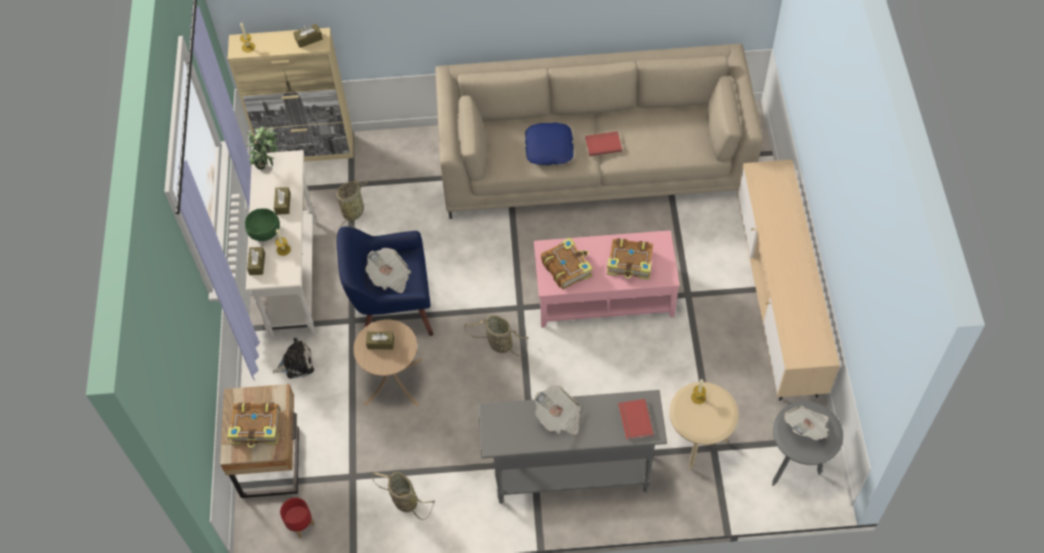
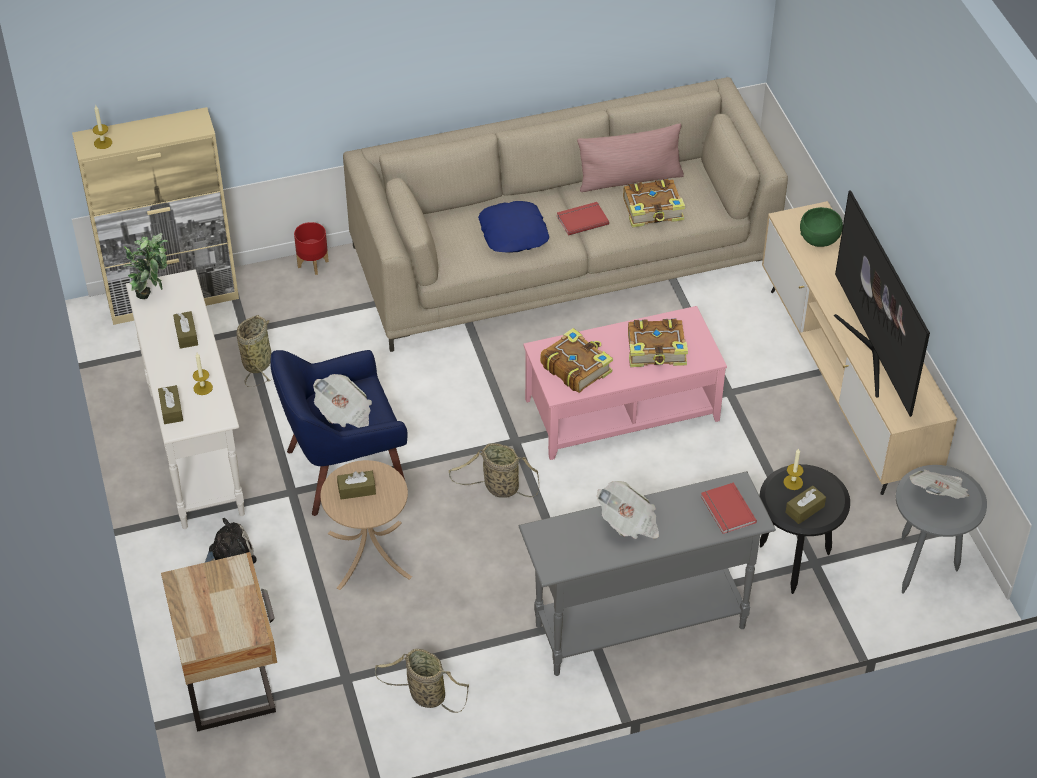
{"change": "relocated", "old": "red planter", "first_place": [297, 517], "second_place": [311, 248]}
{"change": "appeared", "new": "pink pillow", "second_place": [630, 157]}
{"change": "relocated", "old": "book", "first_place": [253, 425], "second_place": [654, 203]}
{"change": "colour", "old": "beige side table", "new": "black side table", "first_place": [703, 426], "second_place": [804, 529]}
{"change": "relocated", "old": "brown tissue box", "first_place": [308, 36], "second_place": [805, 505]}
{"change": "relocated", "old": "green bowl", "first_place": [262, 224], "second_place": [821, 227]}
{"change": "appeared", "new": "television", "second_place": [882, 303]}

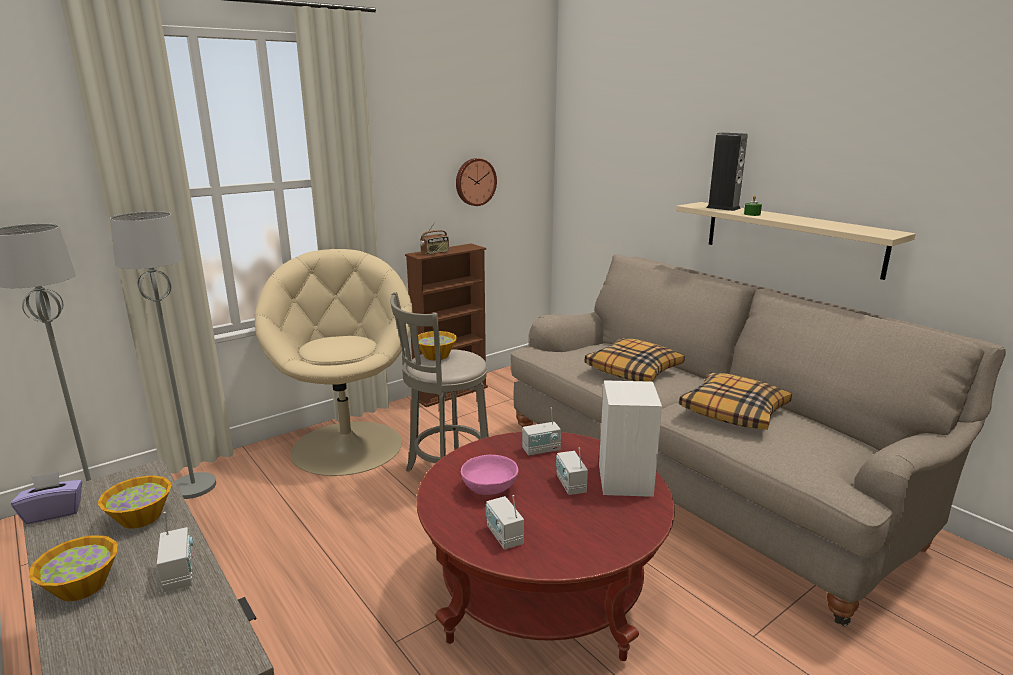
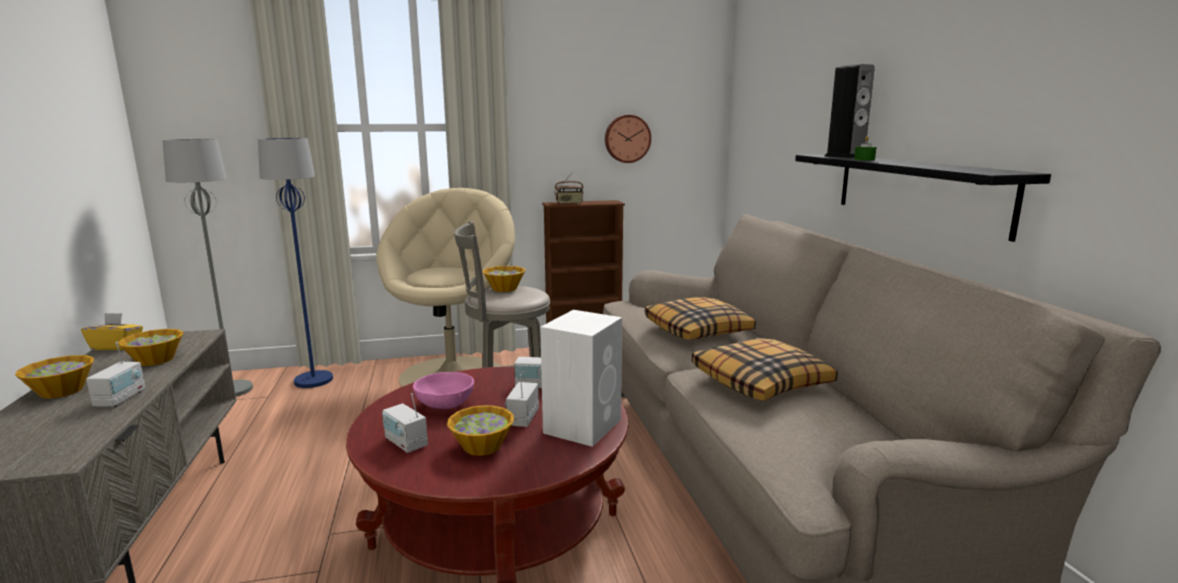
{"change": "colour", "old": "purple tissue box", "new": "yellow tissue box", "first_place": [47, 497], "second_place": [112, 331]}
{"change": "colour", "old": "grey floor lamp", "new": "blue floor lamp", "first_place": [163, 355], "second_place": [295, 263]}
{"change": "spun", "old": "radio", "first_place": [505, 522], "second_place": [405, 423], "degrees": -45}
{"change": "appeared", "new": "bowl", "second_place": [480, 430]}
{"change": "colour", "old": "beige shelf", "new": "black shelf", "first_place": [796, 241], "second_place": [923, 198]}

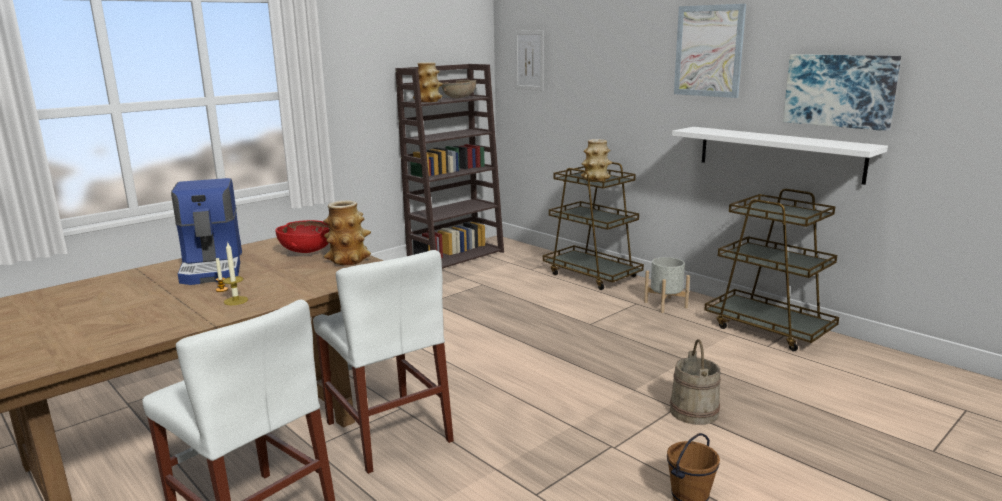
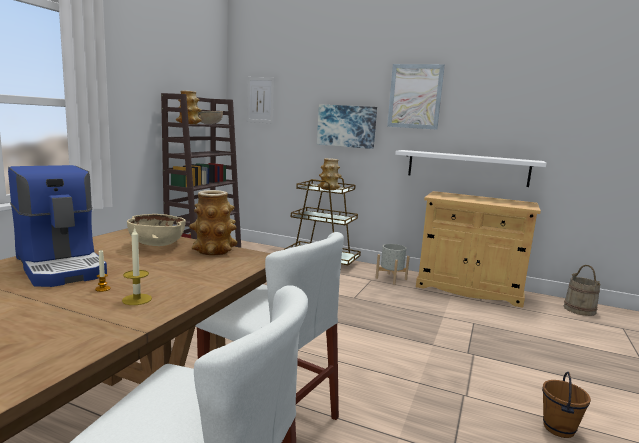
{"change": "colour", "old": "red bowl", "new": "beige bowl", "first_place": [302, 236], "second_place": [156, 230]}
{"change": "relocated", "old": "picture", "first_place": [842, 92], "second_place": [347, 126]}
{"change": "exchanged", "old": "brown cart", "new": "beige cabinet", "first_place": [771, 270], "second_place": [478, 249]}
{"change": "relocated", "old": "beige bucket", "first_place": [695, 382], "second_place": [582, 290]}

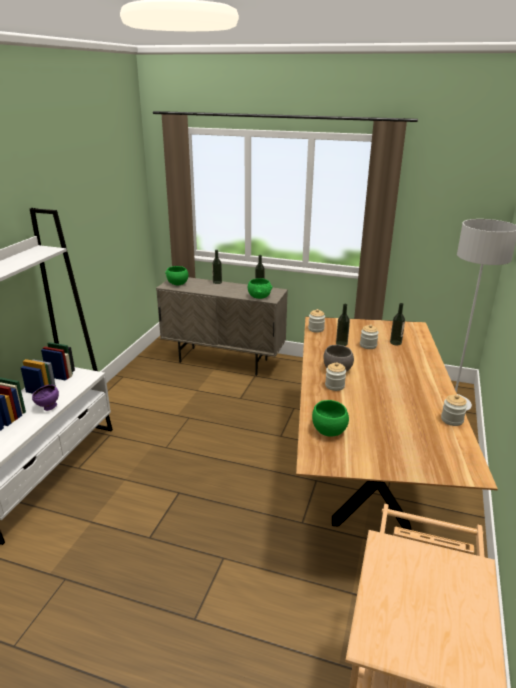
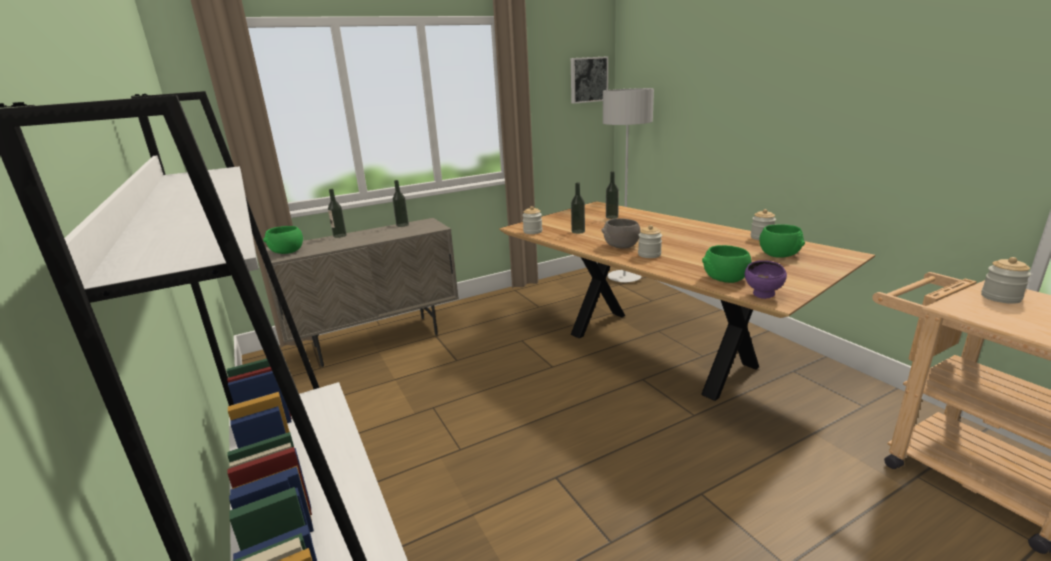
{"change": "appeared", "new": "picture", "second_place": [589, 80]}
{"change": "relocated", "old": "purple bowl", "first_place": [45, 398], "second_place": [766, 279]}
{"change": "relocated", "old": "green bowl", "first_place": [260, 288], "second_place": [782, 241]}
{"change": "relocated", "old": "jar", "first_place": [369, 336], "second_place": [1006, 280]}

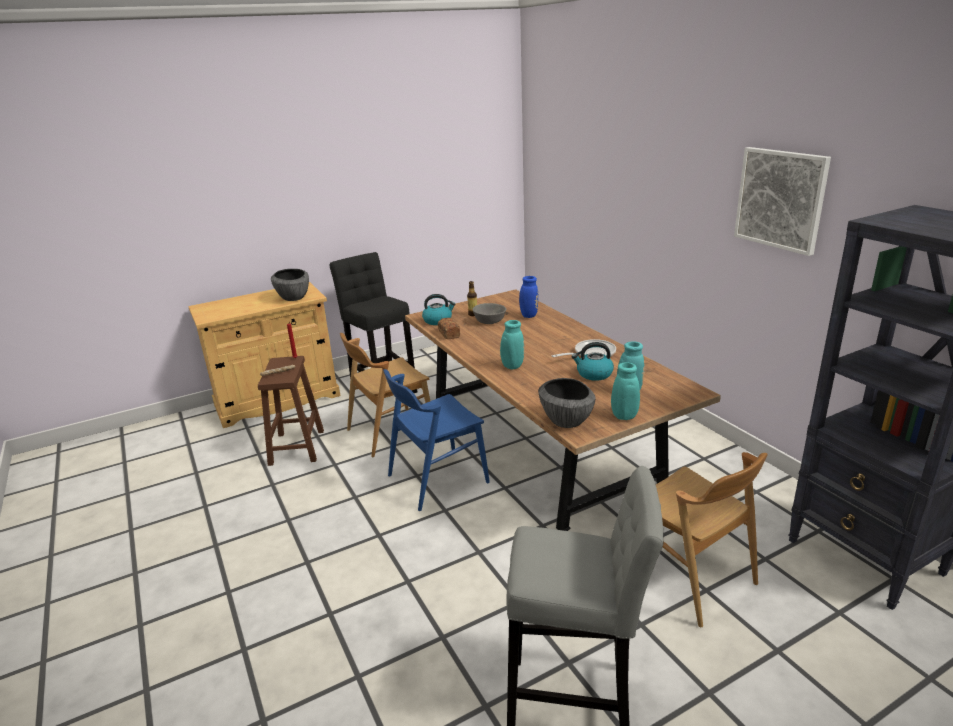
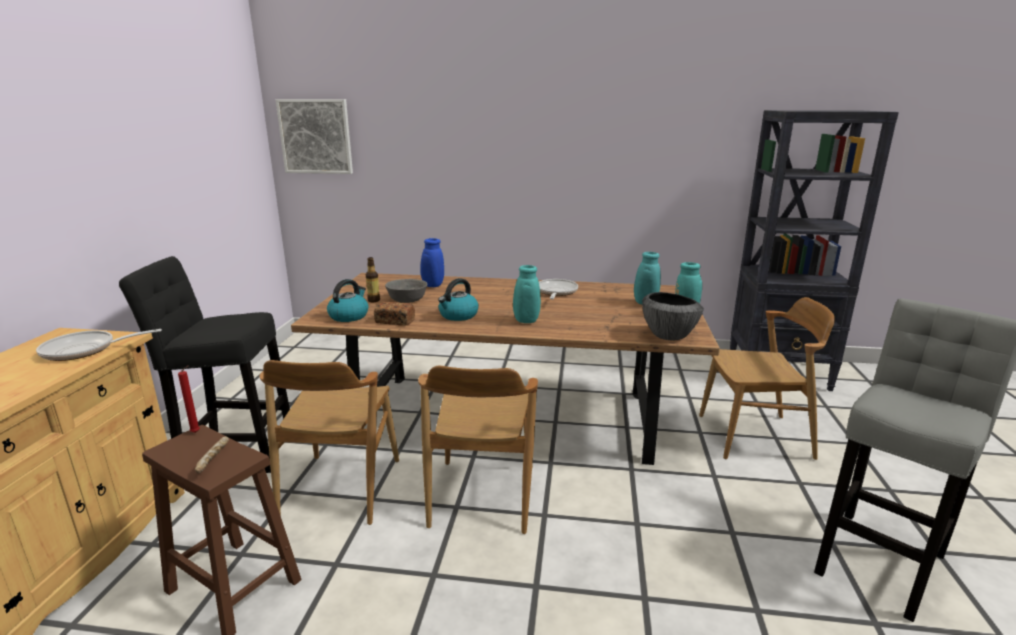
{"change": "exchanged", "old": "bowl", "new": "frying pan", "first_place": [290, 285], "second_place": [99, 345]}
{"change": "relocated", "old": "picture", "first_place": [782, 201], "second_place": [314, 136]}
{"change": "colour", "old": "blue chair", "new": "brown chair", "first_place": [436, 440], "second_place": [478, 450]}
{"change": "relocated", "old": "kettle", "first_place": [593, 361], "second_place": [458, 299]}

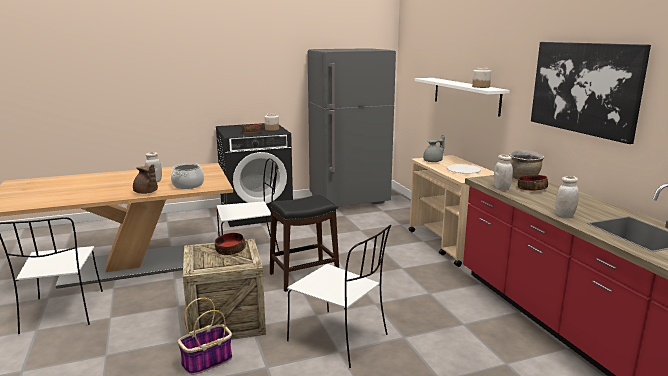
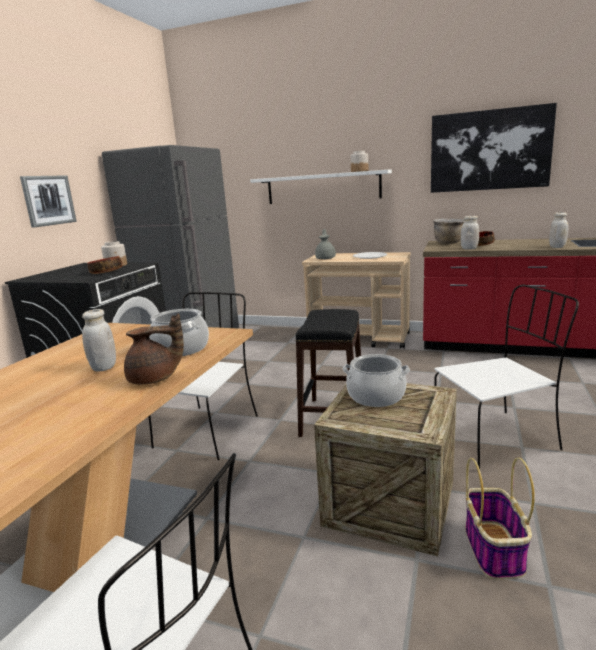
{"change": "appeared", "new": "picture", "second_place": [48, 201]}
{"change": "exchanged", "old": "bowl", "new": "cooking pot", "first_place": [230, 244], "second_place": [376, 380]}

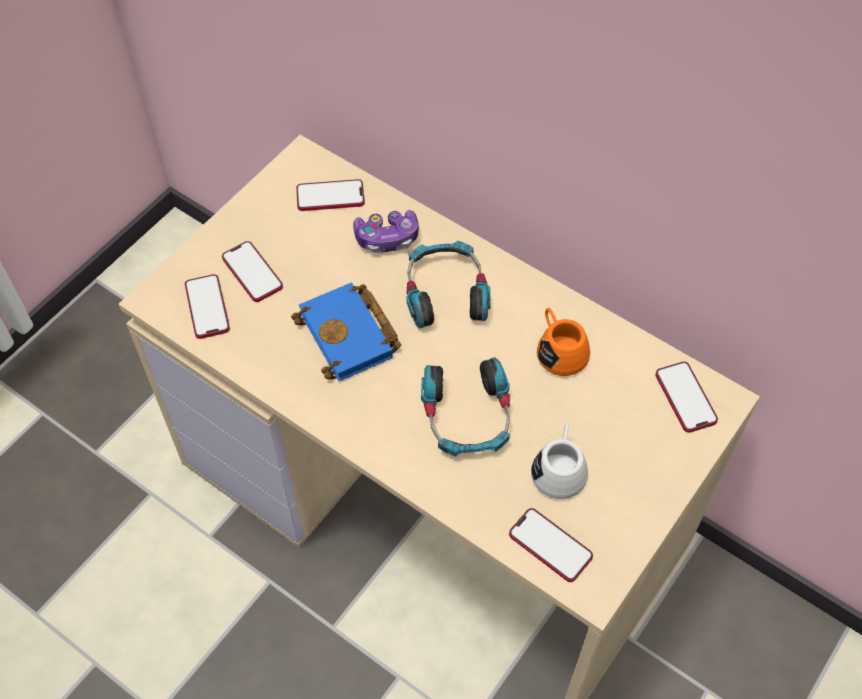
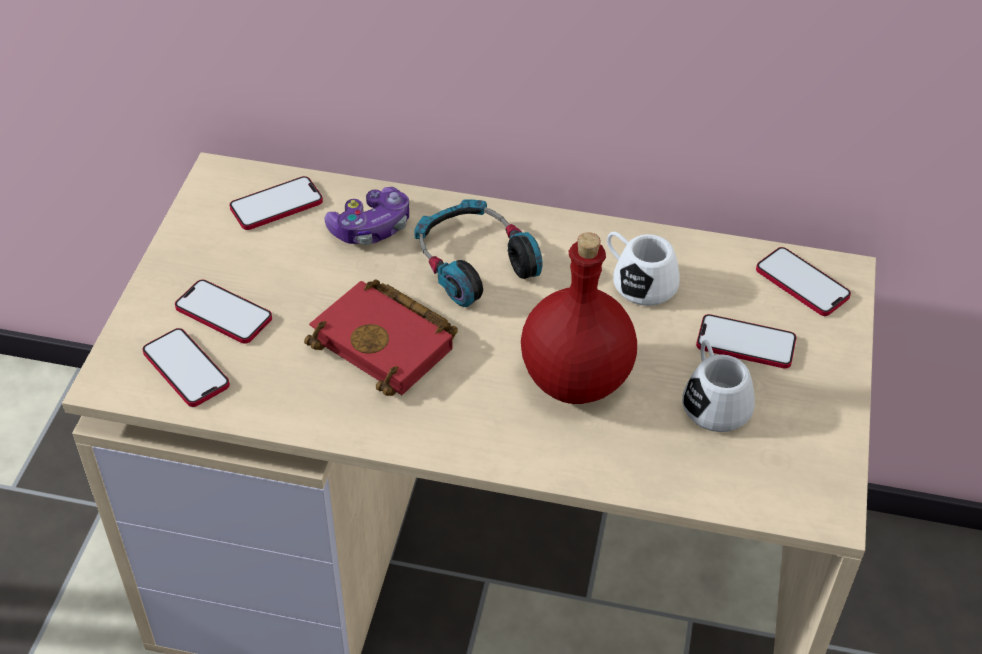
{"change": "colour", "old": "blue book", "new": "red book", "first_place": [346, 332], "second_place": [381, 337]}
{"change": "exchanged", "old": "headphones", "new": "red bottle", "first_place": [465, 407], "second_place": [579, 318]}
{"change": "colour", "old": "orange mug", "new": "white mug", "first_place": [563, 342], "second_place": [643, 269]}
{"change": "relocated", "old": "phone", "first_place": [551, 545], "second_place": [746, 341]}

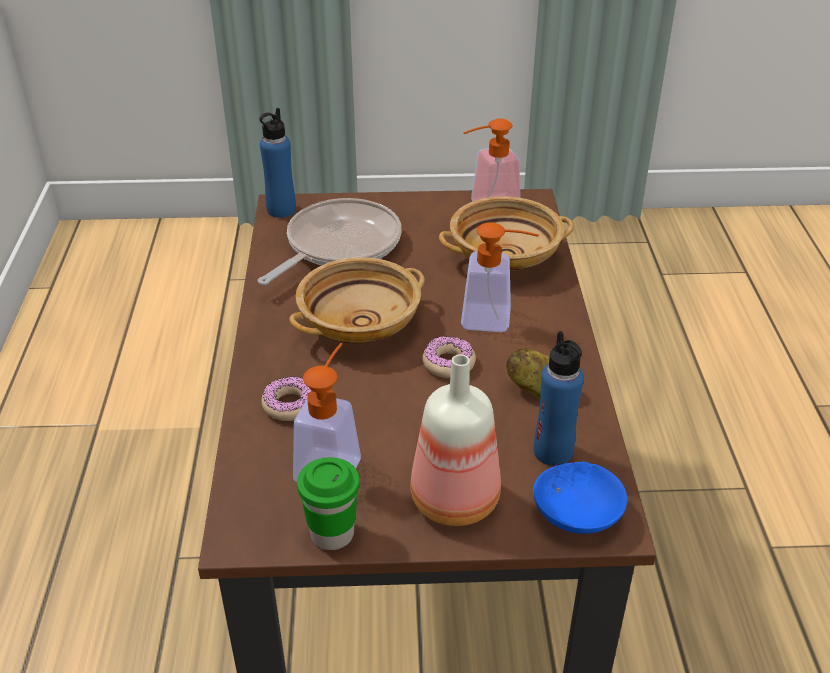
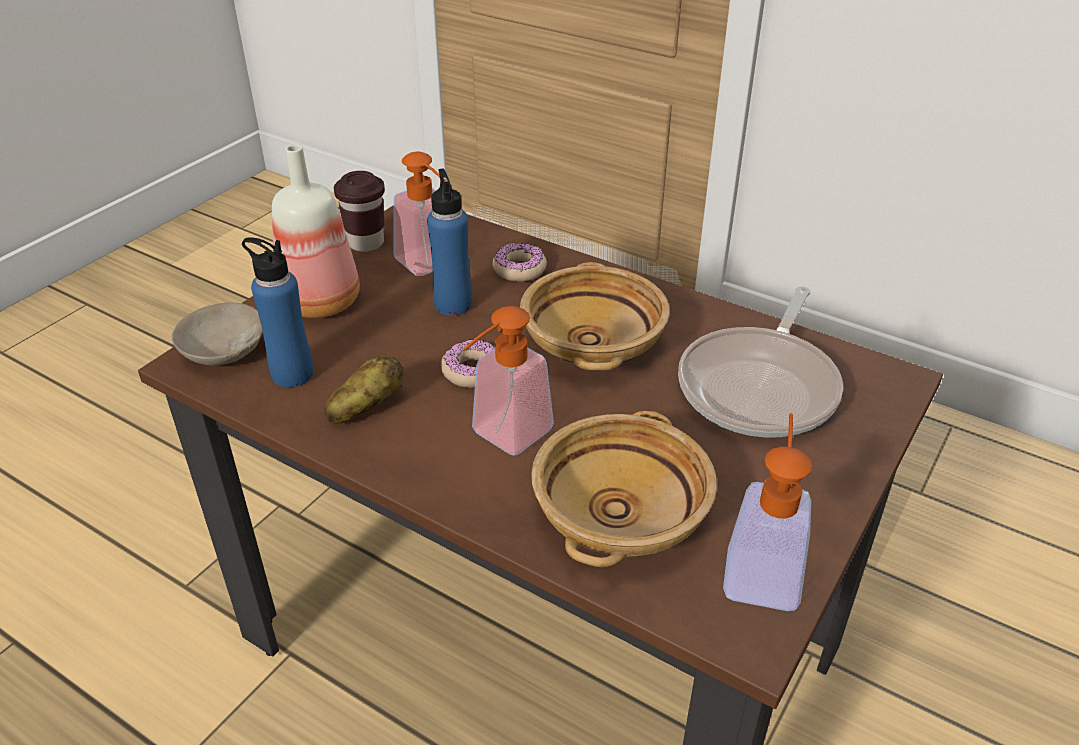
{"change": "colour", "old": "blue bowl", "new": "beige bowl", "first_place": [580, 497], "second_place": [217, 334]}
{"change": "colour", "old": "green cup", "new": "brown cup", "first_place": [328, 503], "second_place": [359, 211]}
{"change": "relocated", "old": "blue bottle", "first_place": [278, 163], "second_place": [449, 242]}
{"change": "spun", "old": "frying pan", "first_place": [330, 241], "second_place": [760, 362], "degrees": 45}

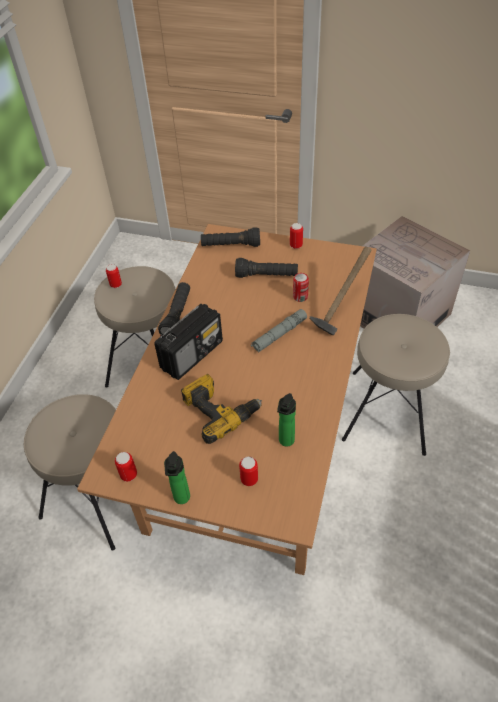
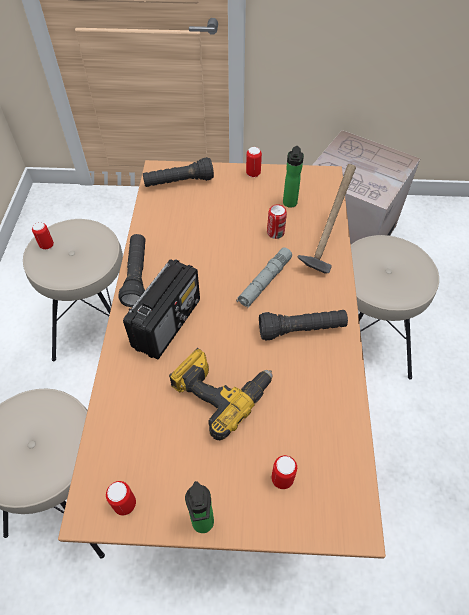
{"change": "relocated", "old": "black flashlight", "first_place": [266, 268], "second_place": [303, 325]}
{"change": "relocated", "old": "bottle", "first_place": [286, 420], "second_place": [293, 177]}

